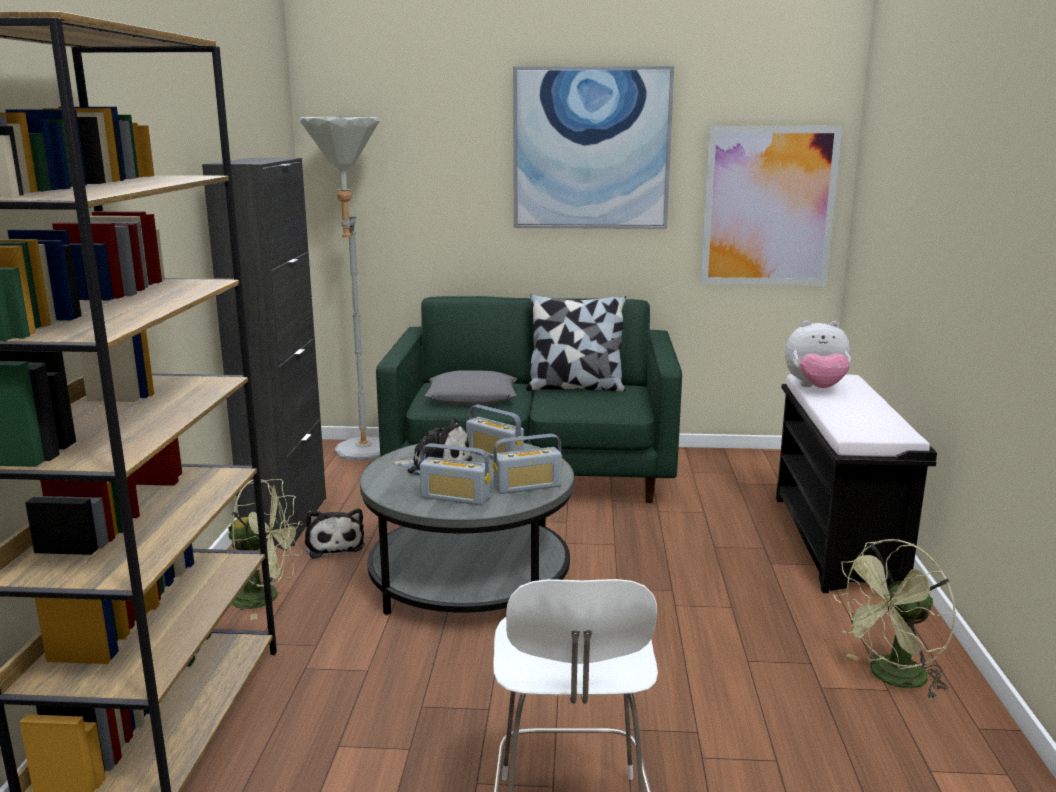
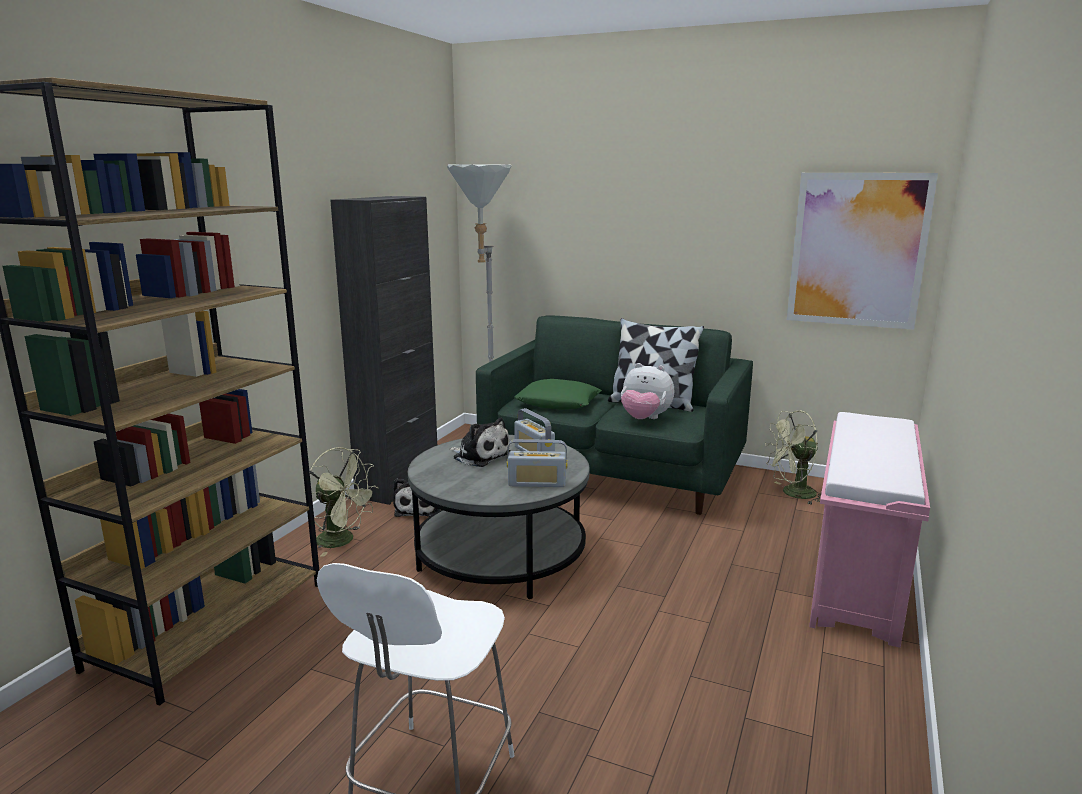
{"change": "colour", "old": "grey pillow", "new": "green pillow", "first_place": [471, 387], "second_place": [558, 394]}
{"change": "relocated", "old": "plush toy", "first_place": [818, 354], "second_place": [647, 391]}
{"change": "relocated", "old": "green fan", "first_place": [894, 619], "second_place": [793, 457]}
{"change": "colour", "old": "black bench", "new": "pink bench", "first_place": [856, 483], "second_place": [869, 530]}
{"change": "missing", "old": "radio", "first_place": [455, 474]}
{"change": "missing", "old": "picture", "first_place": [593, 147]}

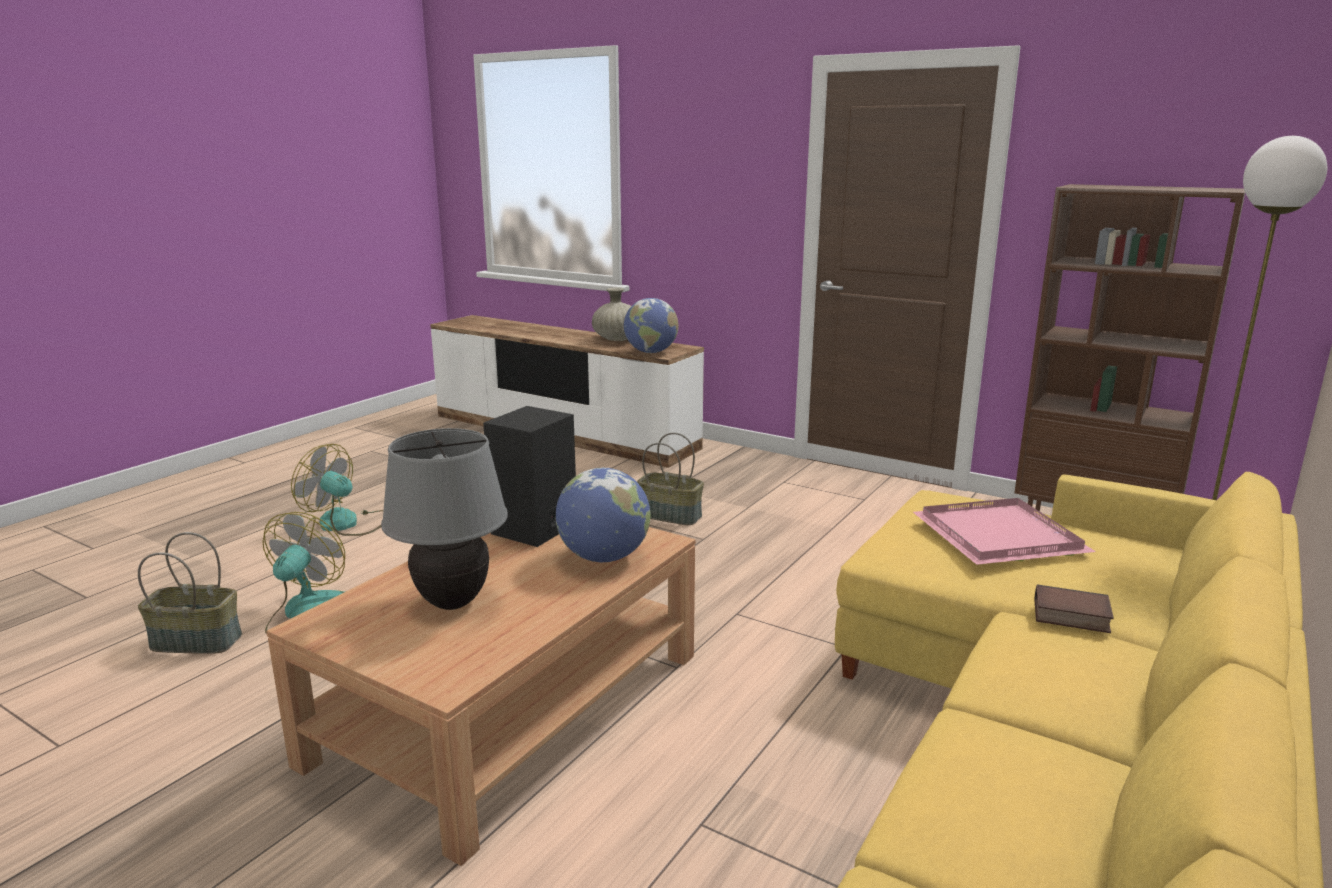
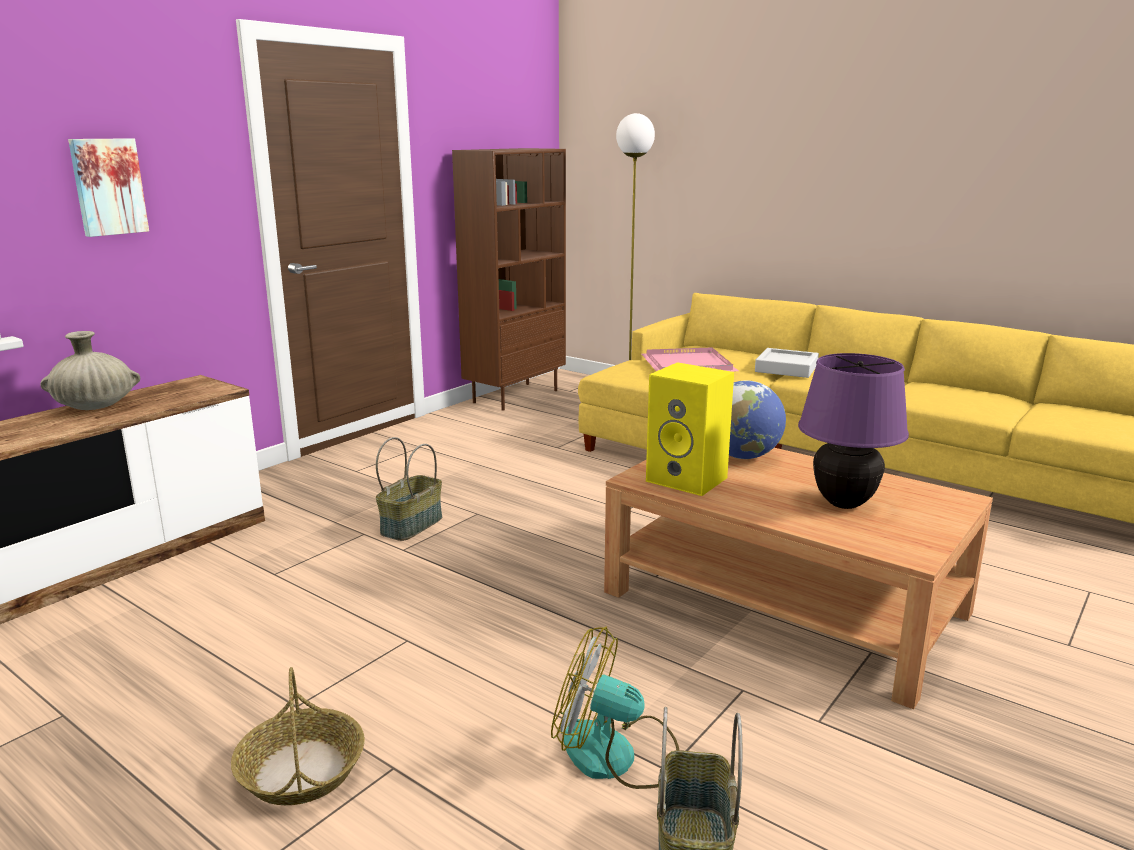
{"change": "appeared", "new": "picture", "second_place": [108, 187]}
{"change": "exchanged", "old": "fan", "new": "basket", "first_place": [337, 490], "second_place": [297, 736]}
{"change": "colour", "old": "black speaker", "new": "yellow speaker", "first_place": [529, 476], "second_place": [690, 429]}
{"change": "exchanged", "old": "book", "new": "grey tray", "first_place": [1074, 609], "second_place": [787, 363]}
{"change": "colour", "old": "grey table lamp", "new": "purple table lamp", "first_place": [444, 519], "second_place": [853, 431]}
{"change": "missing", "old": "globe", "first_place": [651, 325]}

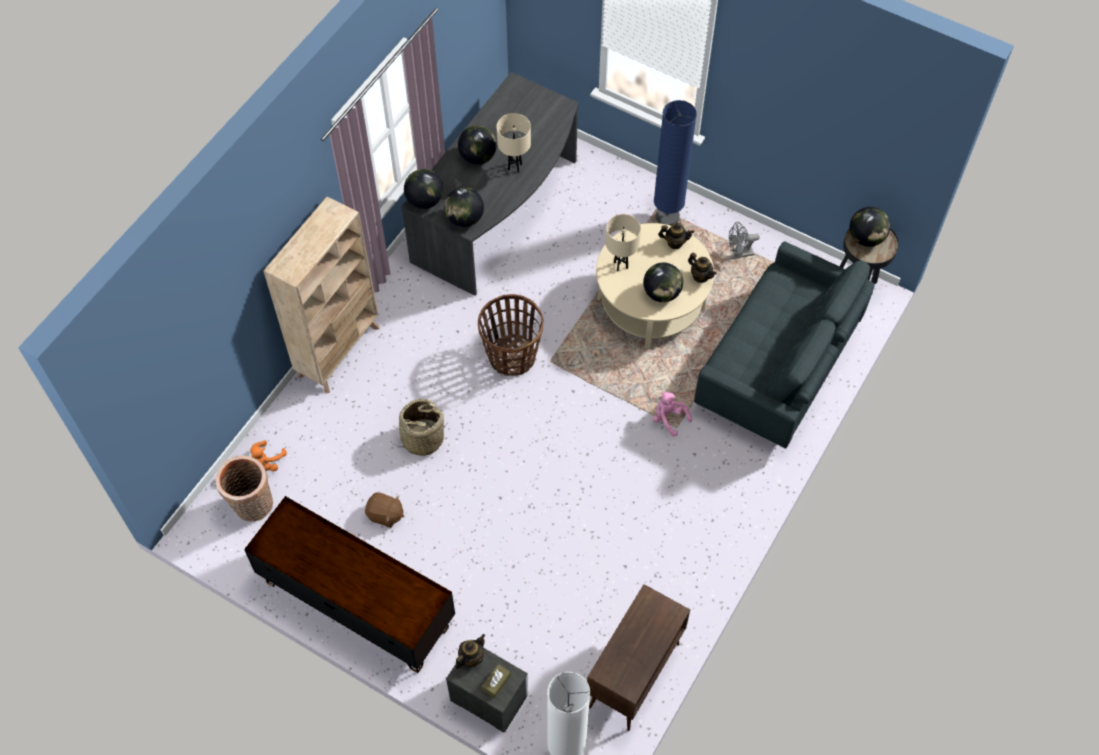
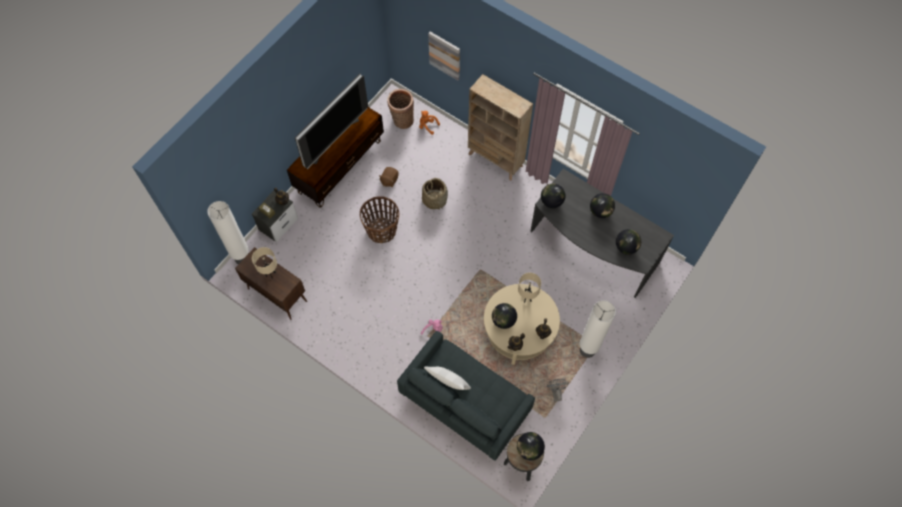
{"change": "relocated", "old": "beige table lamp", "first_place": [514, 143], "second_place": [264, 263]}
{"change": "appeared", "new": "television", "second_place": [331, 121]}
{"change": "relocated", "old": "basket", "first_place": [510, 335], "second_place": [379, 219]}
{"change": "appeared", "new": "white pillow", "second_place": [447, 378]}
{"change": "appeared", "new": "picture", "second_place": [444, 56]}
{"change": "colour", "old": "blue floor lamp", "new": "white floor lamp", "first_place": [675, 163], "second_place": [598, 329]}
{"change": "relocated", "old": "globe", "first_place": [423, 189], "second_place": [628, 242]}

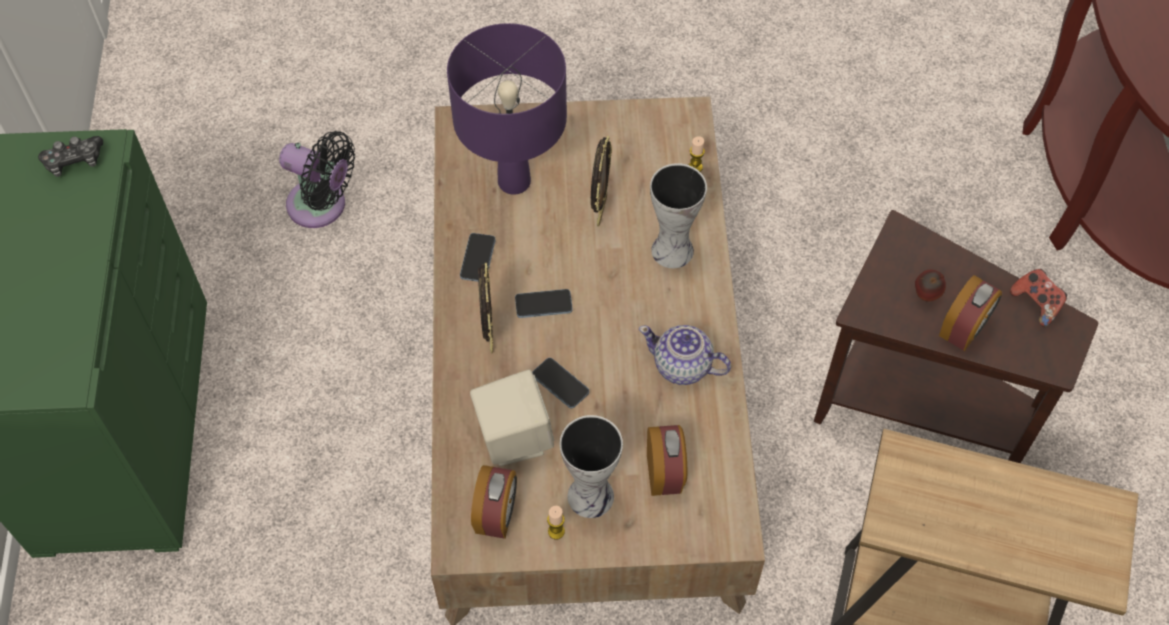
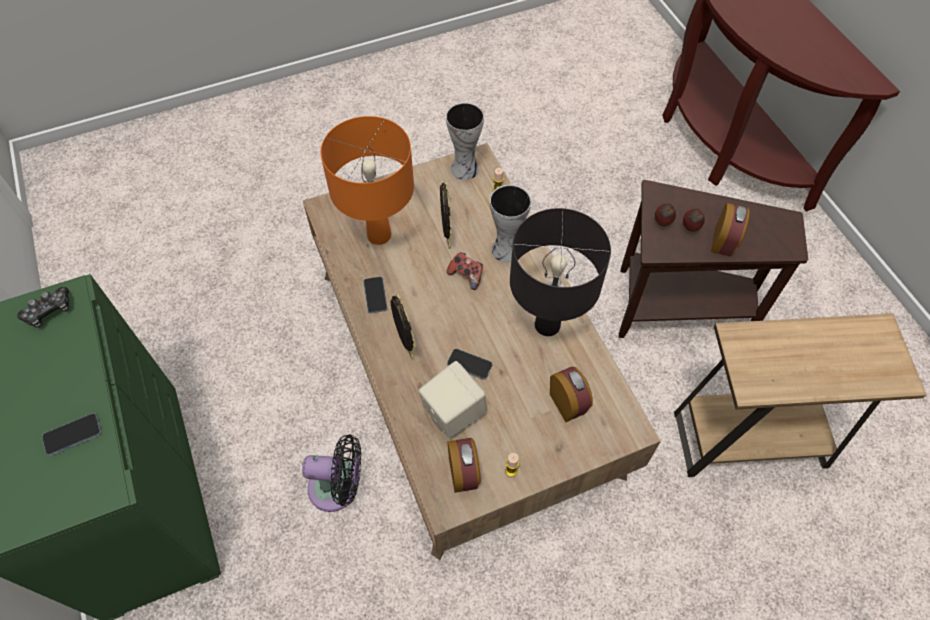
{"change": "relocated", "old": "phone", "first_place": [544, 303], "second_place": [71, 434]}
{"change": "relocated", "old": "black fan", "first_place": [317, 179], "second_place": [331, 473]}
{"change": "colour", "old": "purple table lamp", "new": "orange table lamp", "first_place": [507, 109], "second_place": [367, 180]}
{"change": "relocated", "old": "vase", "first_place": [591, 466], "second_place": [465, 141]}
{"change": "relocated", "old": "game controller", "first_place": [1038, 298], "second_place": [465, 271]}
{"change": "exchanged", "old": "teapot", "new": "black table lamp", "first_place": [685, 355], "second_place": [560, 272]}
{"change": "appeared", "new": "apple", "second_place": [665, 215]}

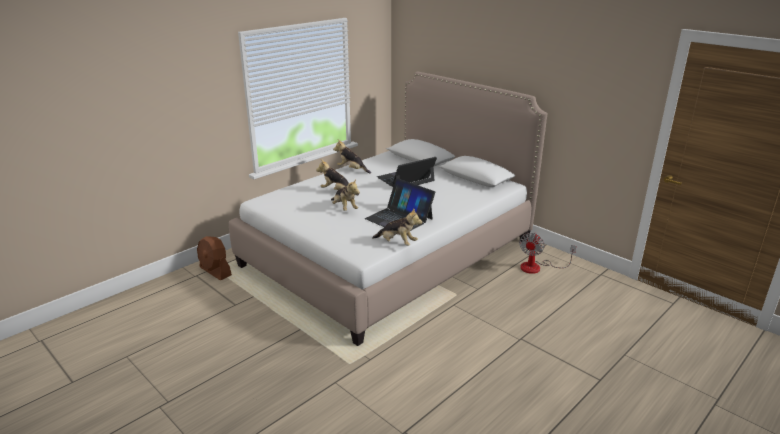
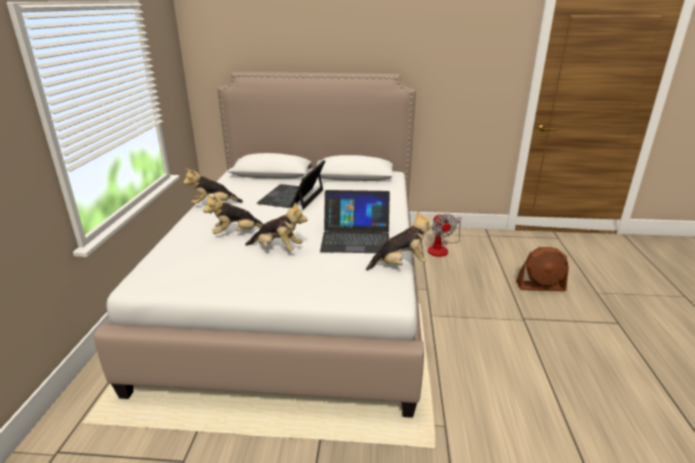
{"change": "relocated", "old": "brown fan", "first_place": [214, 258], "second_place": [542, 269]}

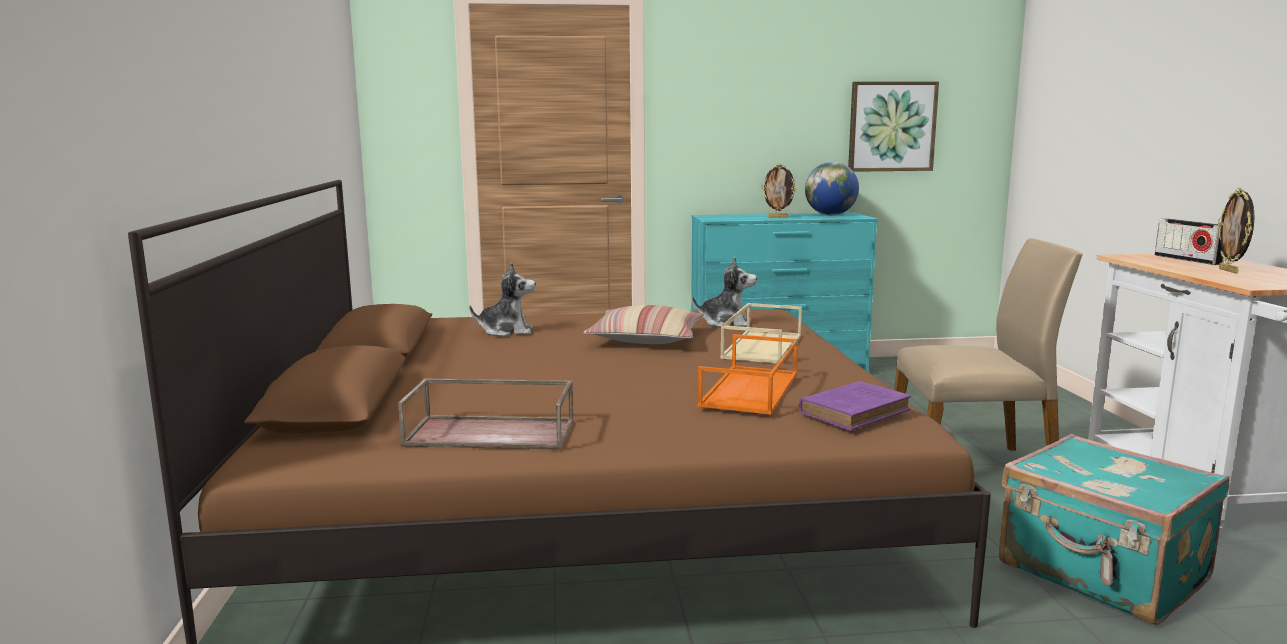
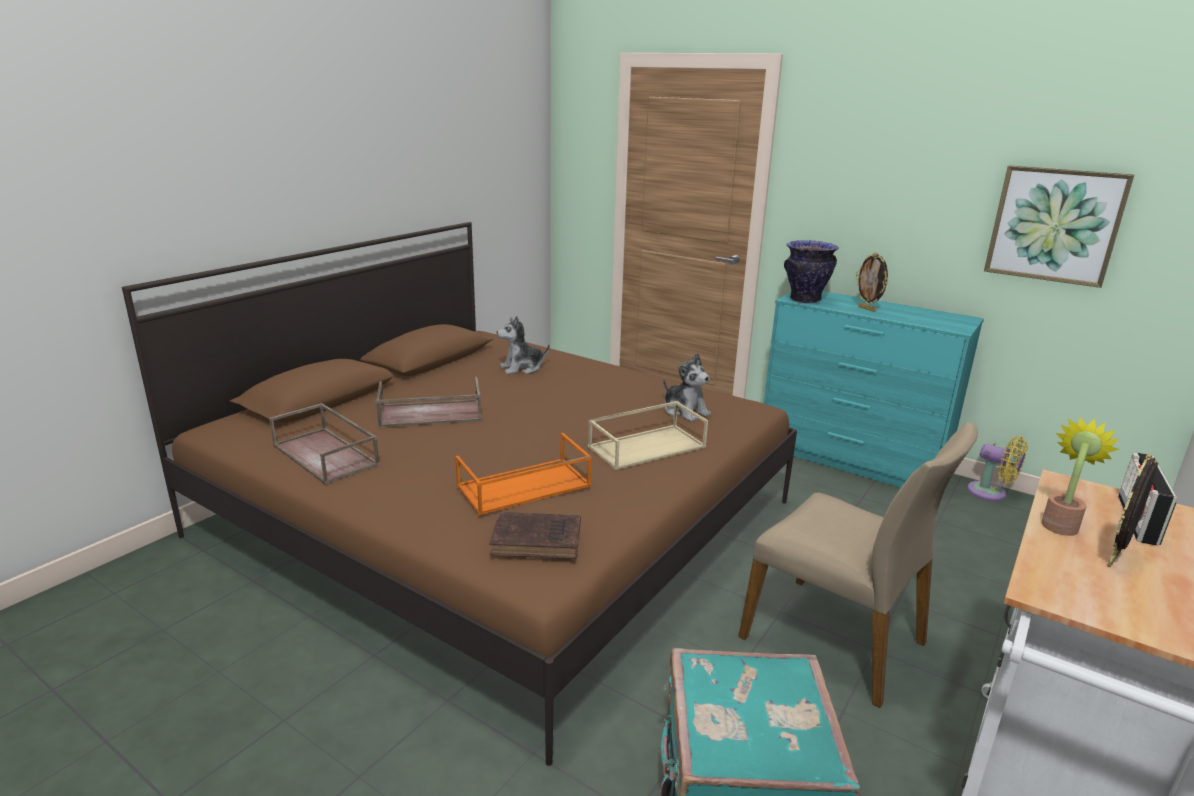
{"change": "appeared", "new": "brown tray", "second_place": [429, 402]}
{"change": "colour", "old": "purple book", "new": "brown book", "first_place": [855, 405], "second_place": [535, 535]}
{"change": "spun", "old": "plush toy", "first_place": [502, 299], "second_place": [523, 345], "degrees": 120}
{"change": "appeared", "new": "vase", "second_place": [811, 272]}
{"change": "appeared", "new": "yellow fan", "second_place": [997, 468]}
{"change": "appeared", "new": "potted plant", "second_place": [1080, 476]}
{"change": "missing", "old": "pillow", "first_place": [644, 324]}
{"change": "missing", "old": "globe", "first_place": [832, 188]}

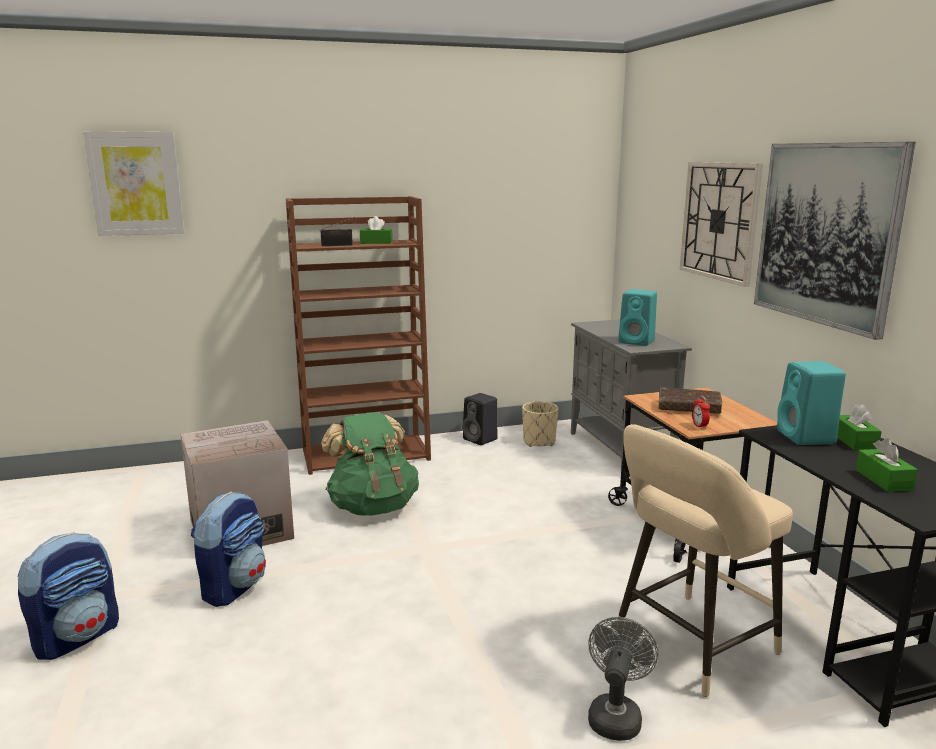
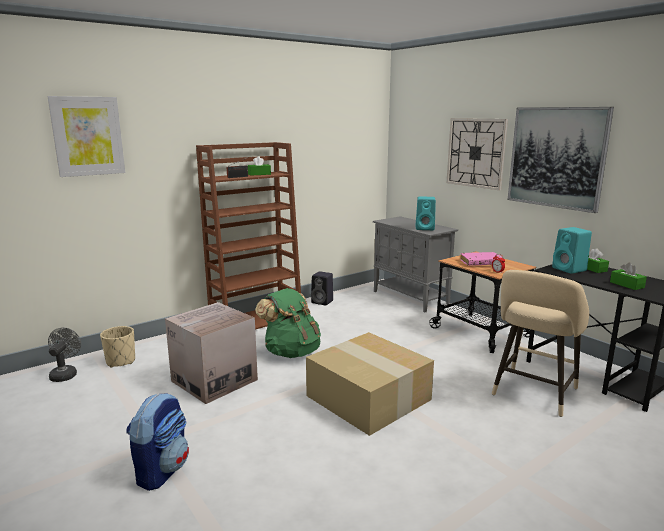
{"change": "relocated", "old": "grey fan", "first_place": [623, 679], "second_place": [64, 355]}
{"change": "relocated", "old": "beige planter", "first_place": [540, 424], "second_place": [117, 347]}
{"change": "appeared", "new": "cardboard box", "second_place": [370, 384]}
{"change": "colour", "old": "brown book", "new": "pink book", "first_place": [690, 400], "second_place": [481, 259]}
{"change": "missing", "old": "backpack", "first_place": [228, 549]}

